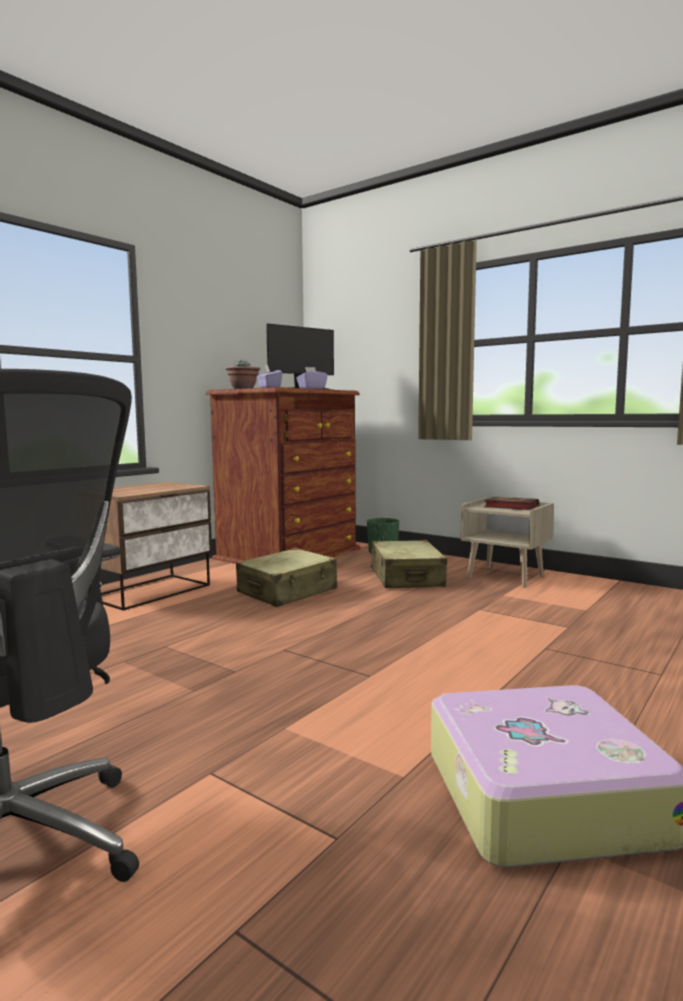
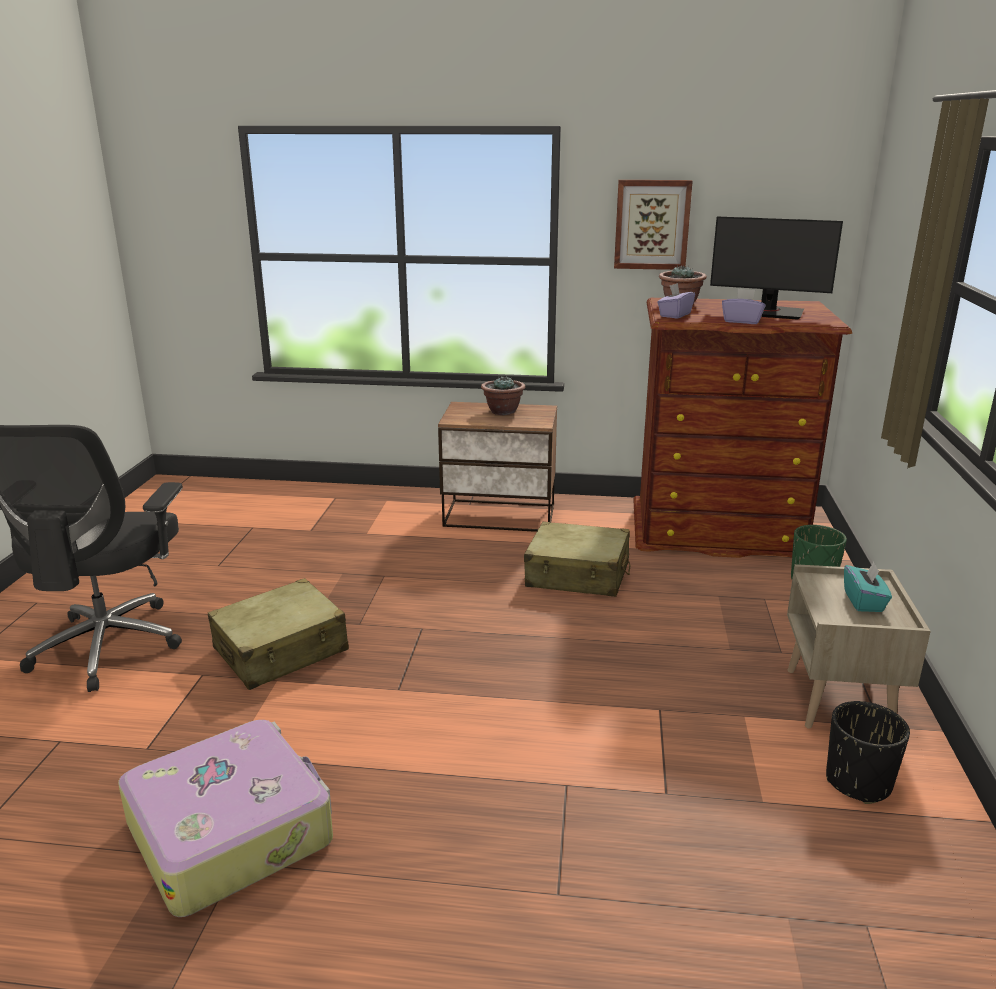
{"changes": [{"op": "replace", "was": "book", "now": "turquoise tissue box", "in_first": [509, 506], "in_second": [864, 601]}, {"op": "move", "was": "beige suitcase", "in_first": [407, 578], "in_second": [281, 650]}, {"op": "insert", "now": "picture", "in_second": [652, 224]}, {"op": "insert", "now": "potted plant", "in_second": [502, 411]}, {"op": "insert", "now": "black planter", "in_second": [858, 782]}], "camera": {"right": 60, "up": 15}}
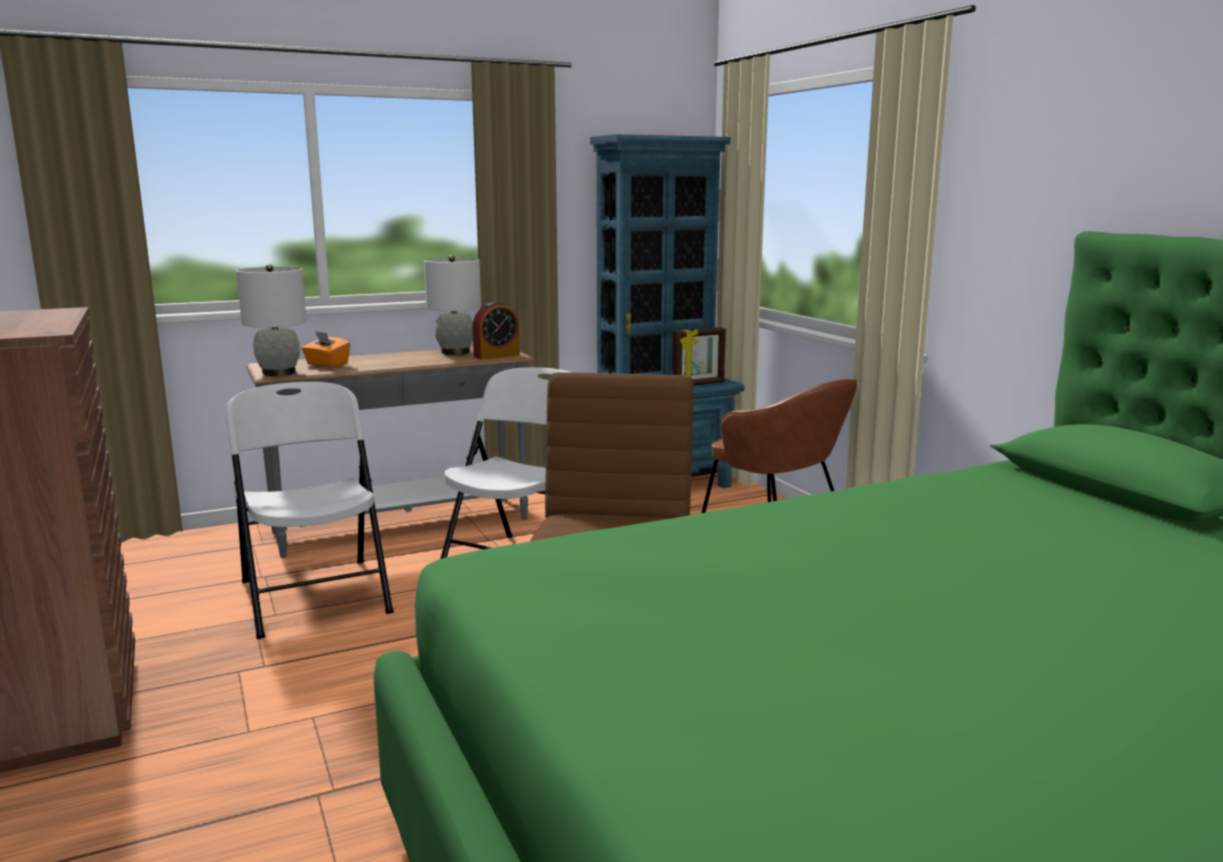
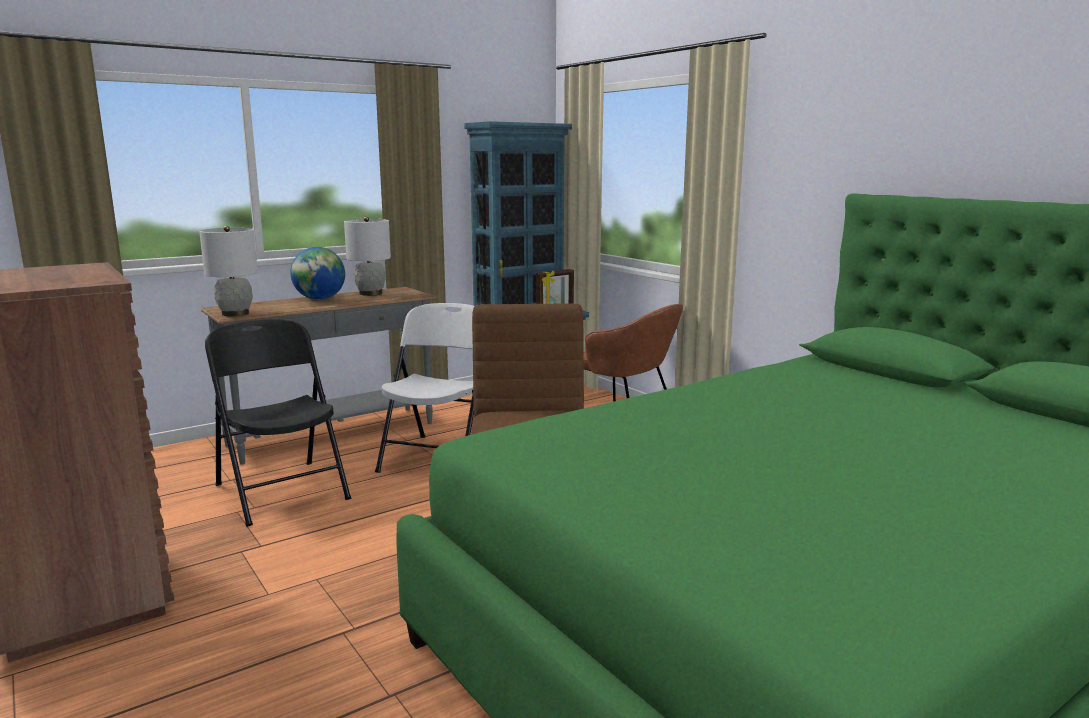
{"changes": [{"op": "delete", "was": "alarm clock", "in_first": [496, 356]}, {"op": "delete", "was": "orange tissue box", "in_first": [326, 364]}, {"op": "recolor", "was": "white chair", "now": "black chair", "in_first": [315, 597], "in_second": [282, 492]}, {"op": "insert", "now": "globe", "in_second": [320, 299]}], "camera": {"right": -10, "up": 0}}
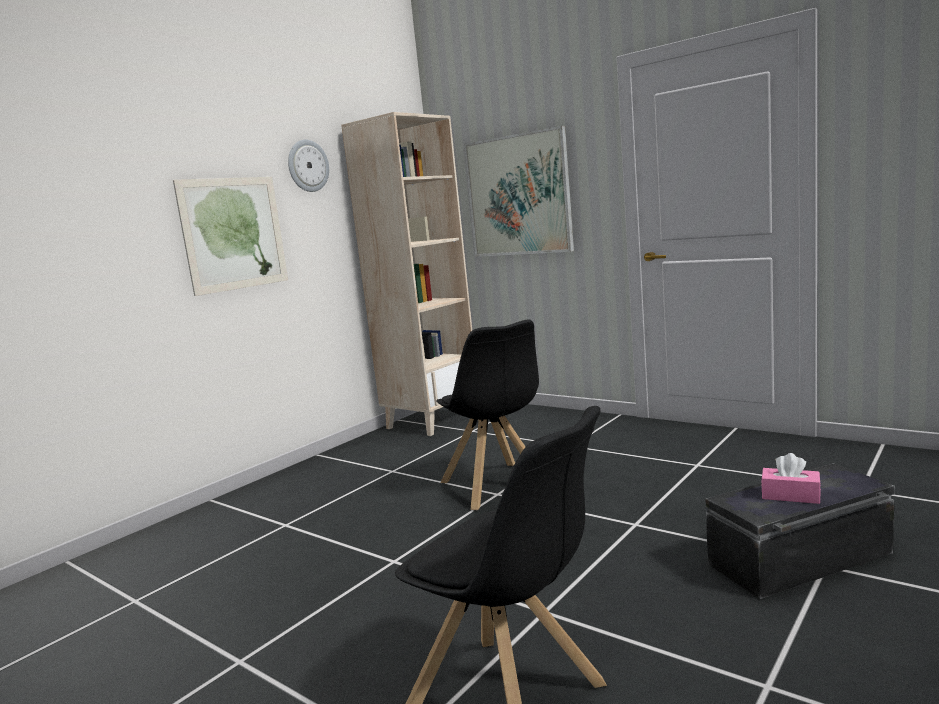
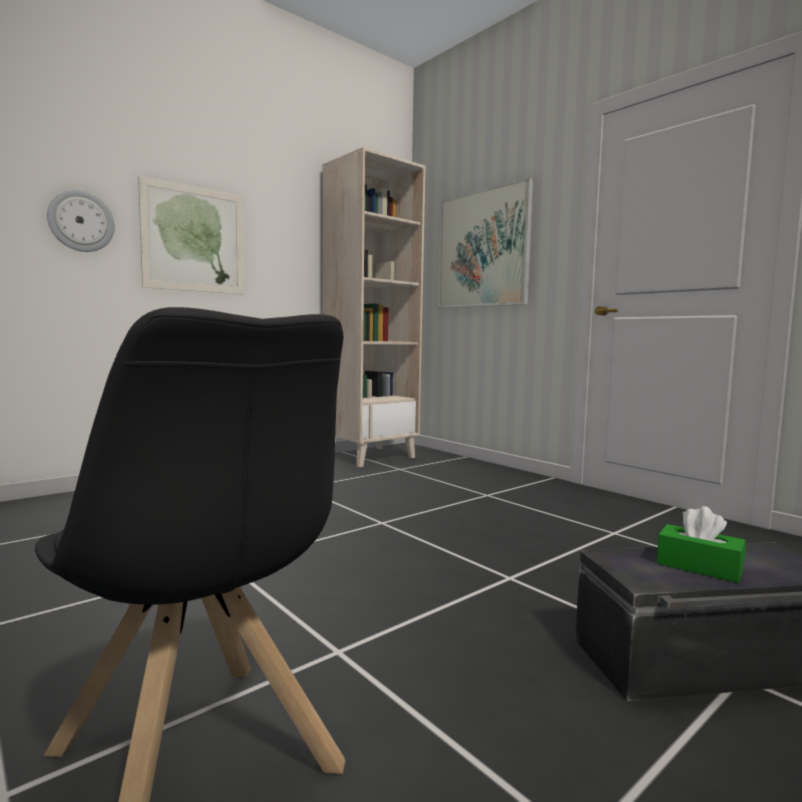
{"changes": [{"op": "move", "was": "wall clock", "in_first": [308, 166], "in_second": [81, 221]}, {"op": "delete", "was": "black chair", "in_first": [497, 487]}, {"op": "recolor", "was": "pink tissue box", "now": "green tissue box", "in_first": [790, 495], "in_second": [699, 566]}], "camera": {"right": 10, "up": -5}}
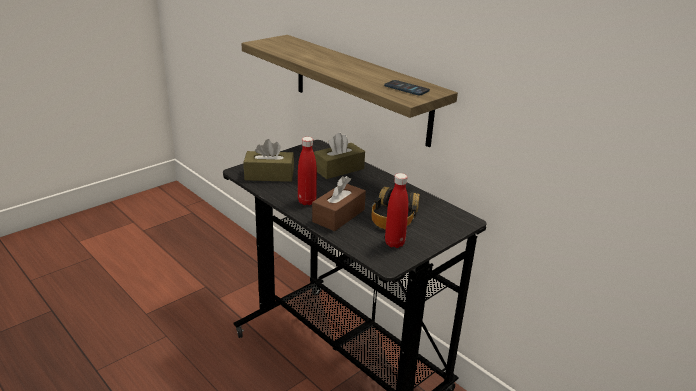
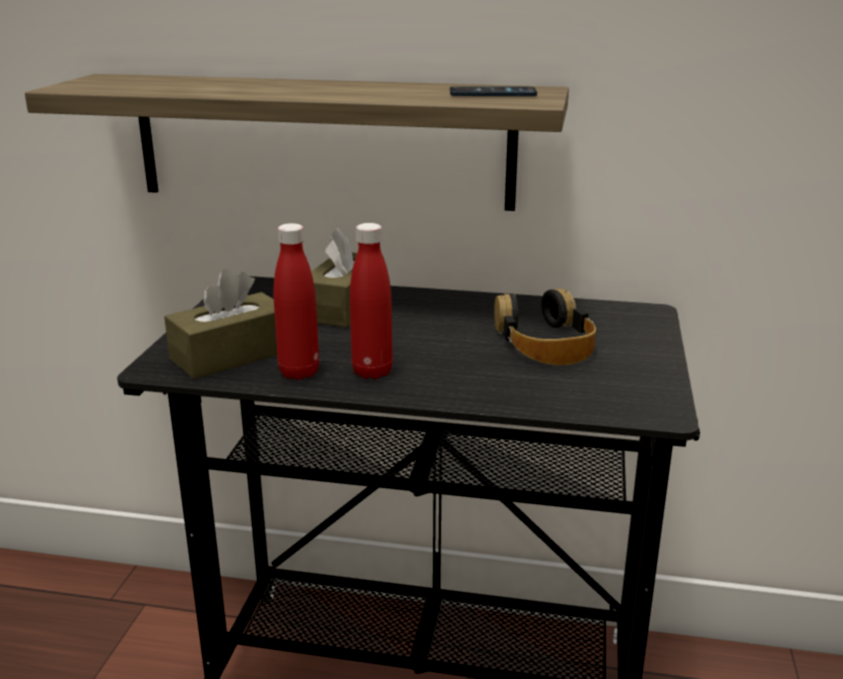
{"changes": [{"op": "move", "was": "red bottle", "in_first": [394, 243], "in_second": [299, 372]}, {"op": "delete", "was": "brown tissue box", "in_first": [338, 216]}], "camera": {"right": -35, "up": -5}}
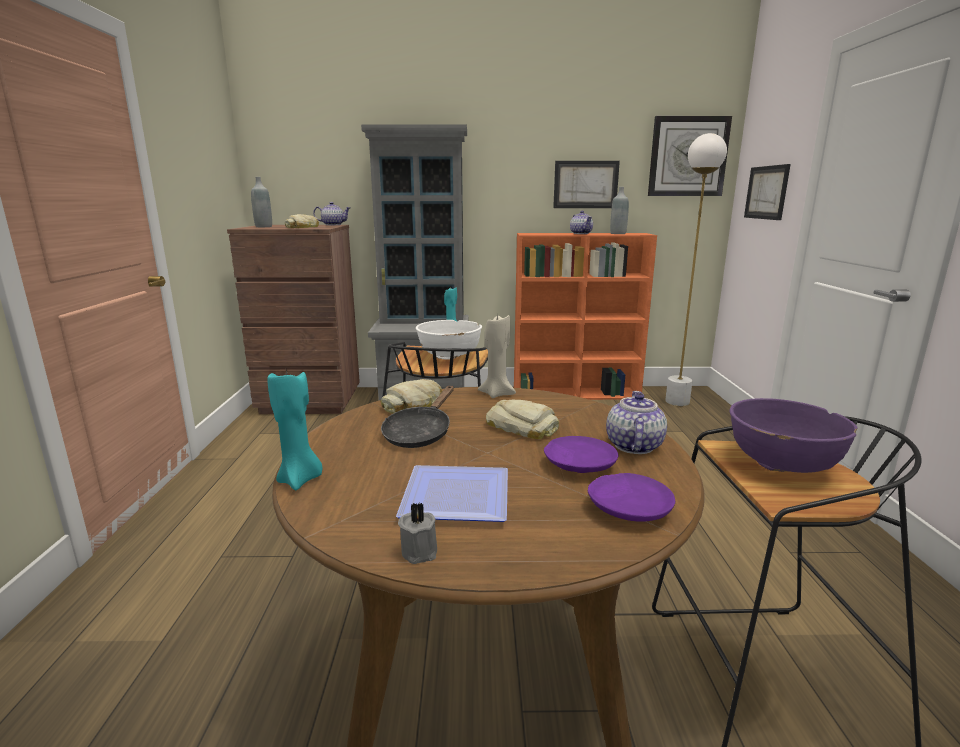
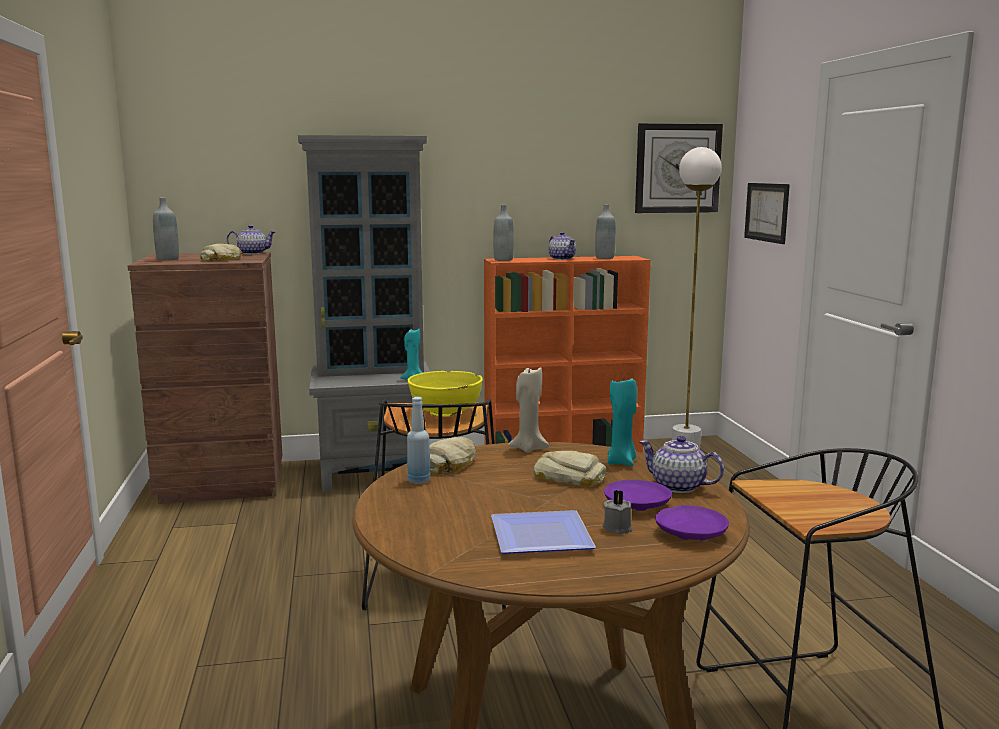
{"changes": [{"op": "delete", "was": "picture", "in_first": [585, 184]}, {"op": "recolor", "was": "white bowl", "now": "yellow bowl", "in_first": [449, 355], "in_second": [445, 412]}, {"op": "move", "was": "turquoise candle", "in_first": [300, 480], "in_second": [622, 462]}, {"op": "delete", "was": "black frying pan", "in_first": [420, 433]}, {"op": "rotate", "was": "teapot", "in_first": [633, 446], "in_second": [679, 486], "clockwise": -60}, {"op": "delete", "was": "purple bowl", "in_first": [782, 463]}, {"op": "move", "was": "grey candle", "in_first": [420, 550], "in_second": [618, 528]}, {"op": "insert", "now": "grey bottle", "in_second": [503, 260]}, {"op": "insert", "now": "blue bottle", "in_second": [418, 480]}], "camera": {"right": -10, "up": -5}}
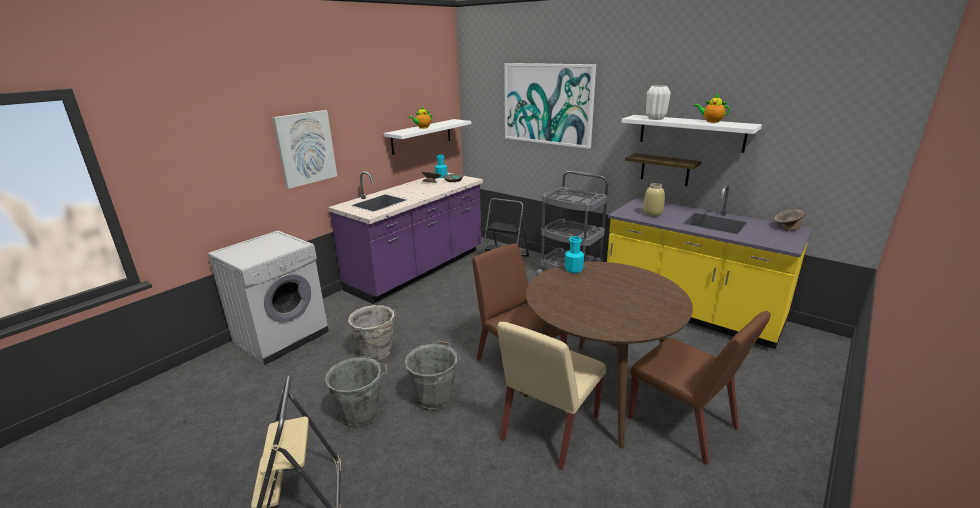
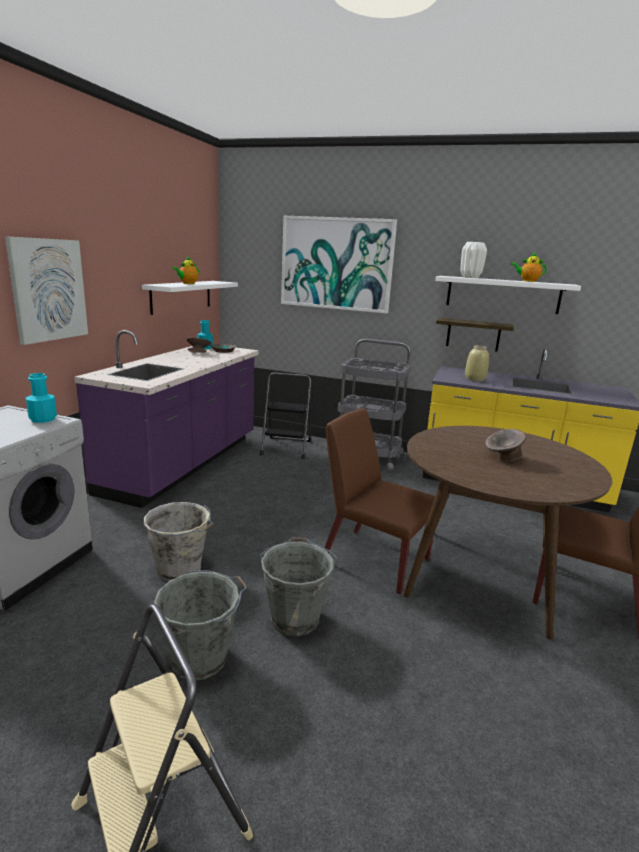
{"changes": [{"op": "move", "was": "grey bowl", "in_first": [786, 228], "in_second": [502, 457]}, {"op": "move", "was": "turquoise bottle", "in_first": [573, 269], "in_second": [43, 419]}, {"op": "delete", "was": "beige chair", "in_first": [549, 428]}], "camera": {"right": -20, "up": -5}}
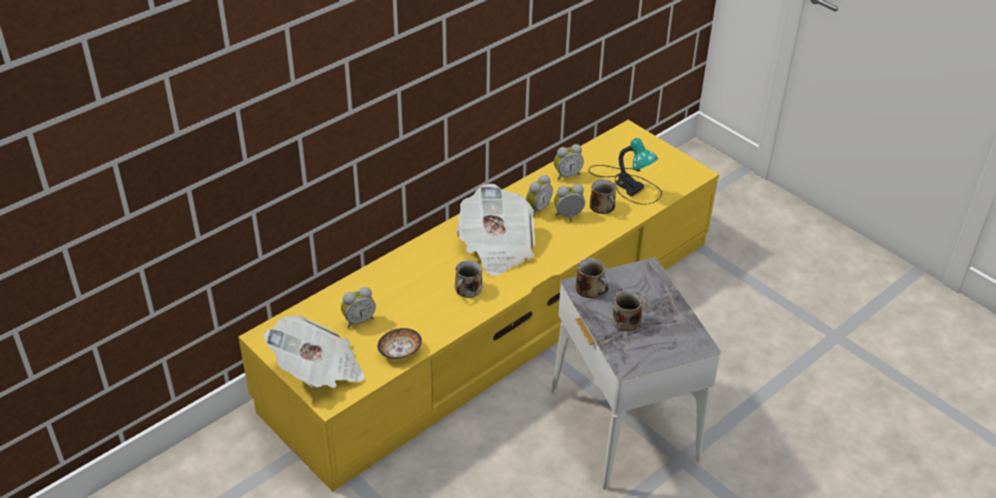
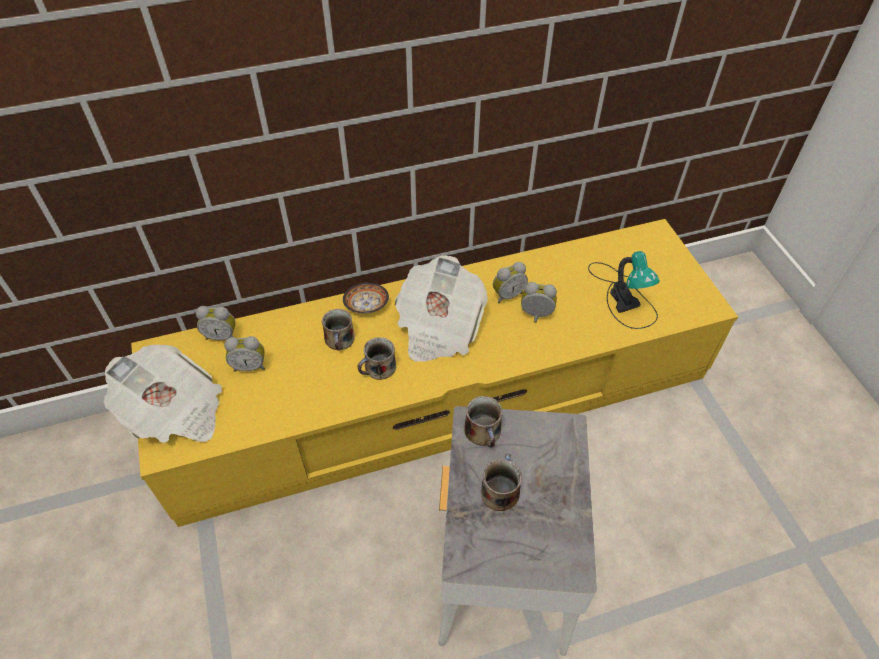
{"changes": [{"op": "move", "was": "alarm clock", "in_first": [567, 175], "in_second": [222, 335]}, {"op": "move", "was": "mug", "in_first": [603, 207], "in_second": [340, 340]}, {"op": "move", "was": "bowl", "in_first": [400, 352], "in_second": [366, 306]}], "camera": {"right": 25, "up": 10}}
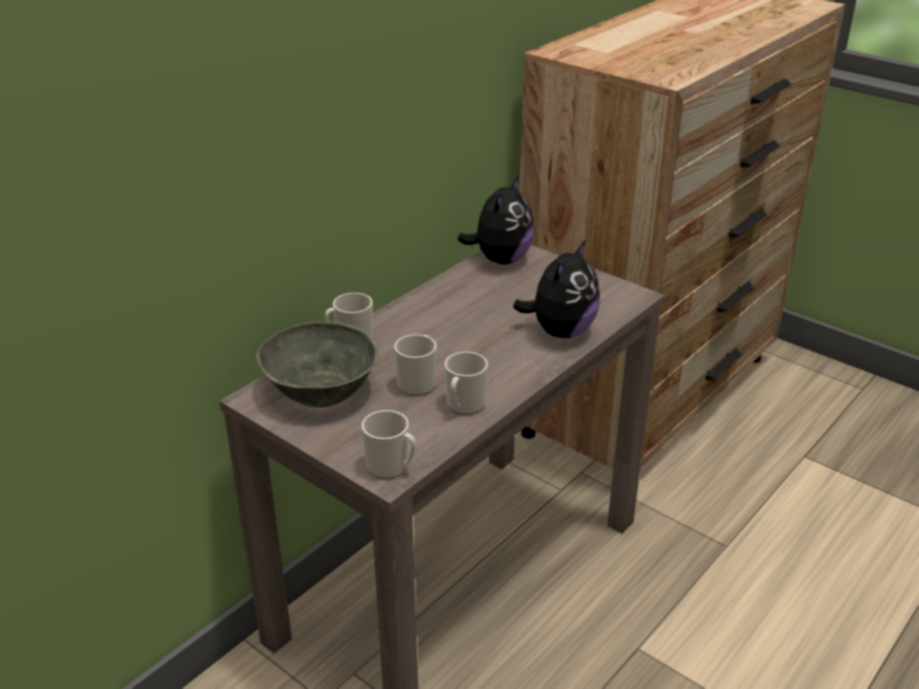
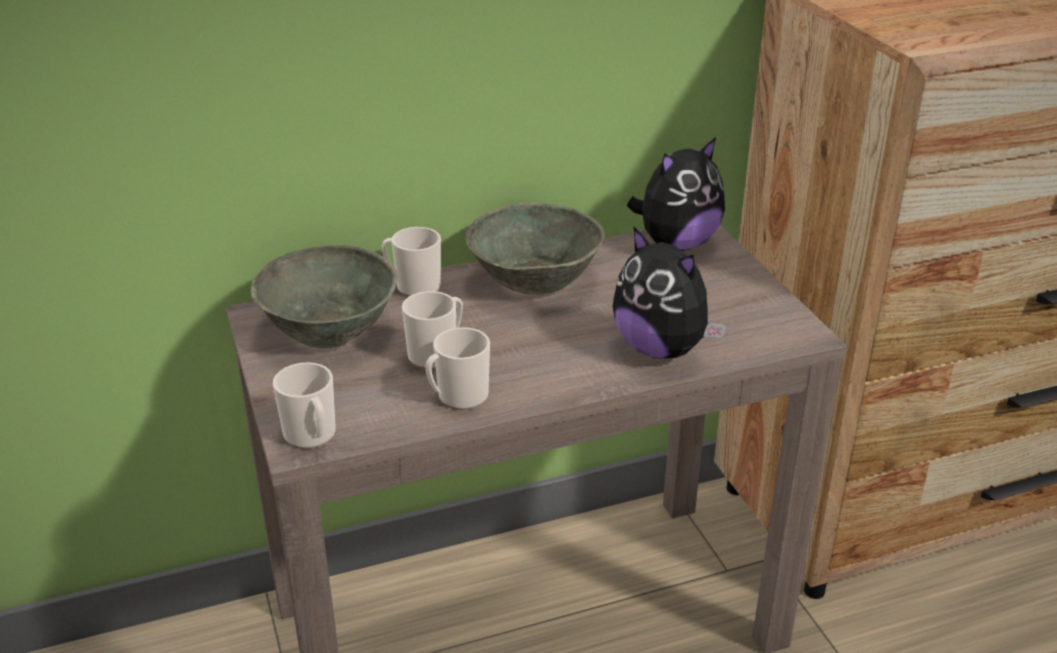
{"changes": [{"op": "rotate", "was": "plush toy", "in_first": [560, 331], "in_second": [661, 349], "clockwise": 75}, {"op": "insert", "now": "grey bowl", "in_second": [536, 280]}], "camera": {"right": 30, "up": 0}}
